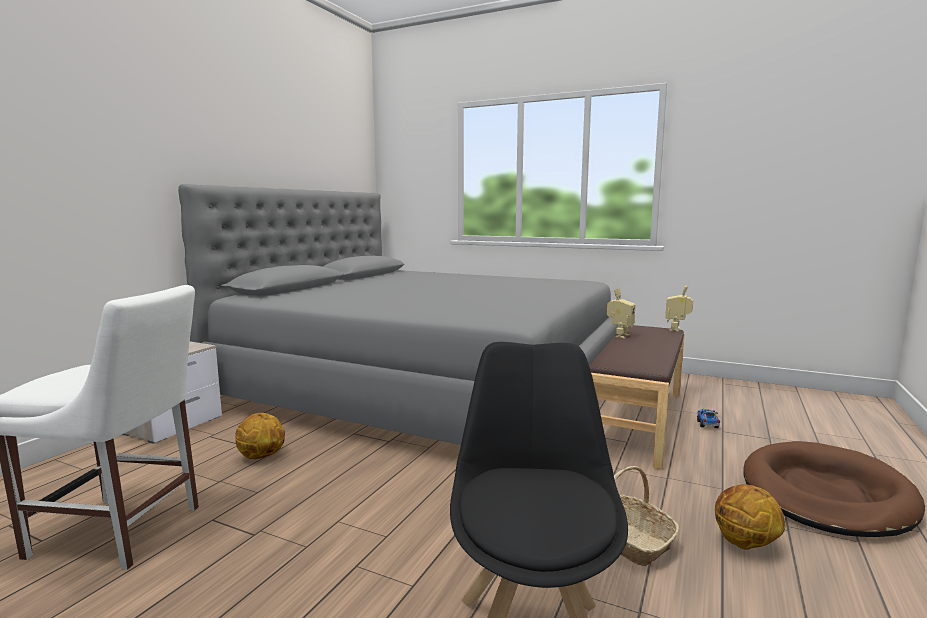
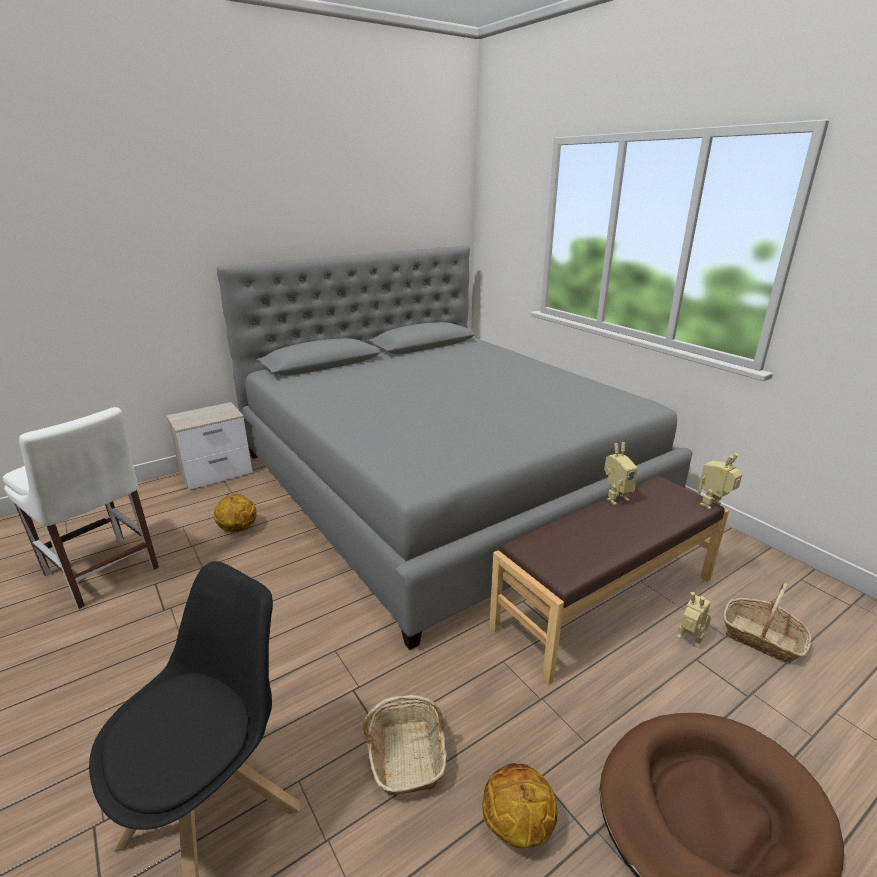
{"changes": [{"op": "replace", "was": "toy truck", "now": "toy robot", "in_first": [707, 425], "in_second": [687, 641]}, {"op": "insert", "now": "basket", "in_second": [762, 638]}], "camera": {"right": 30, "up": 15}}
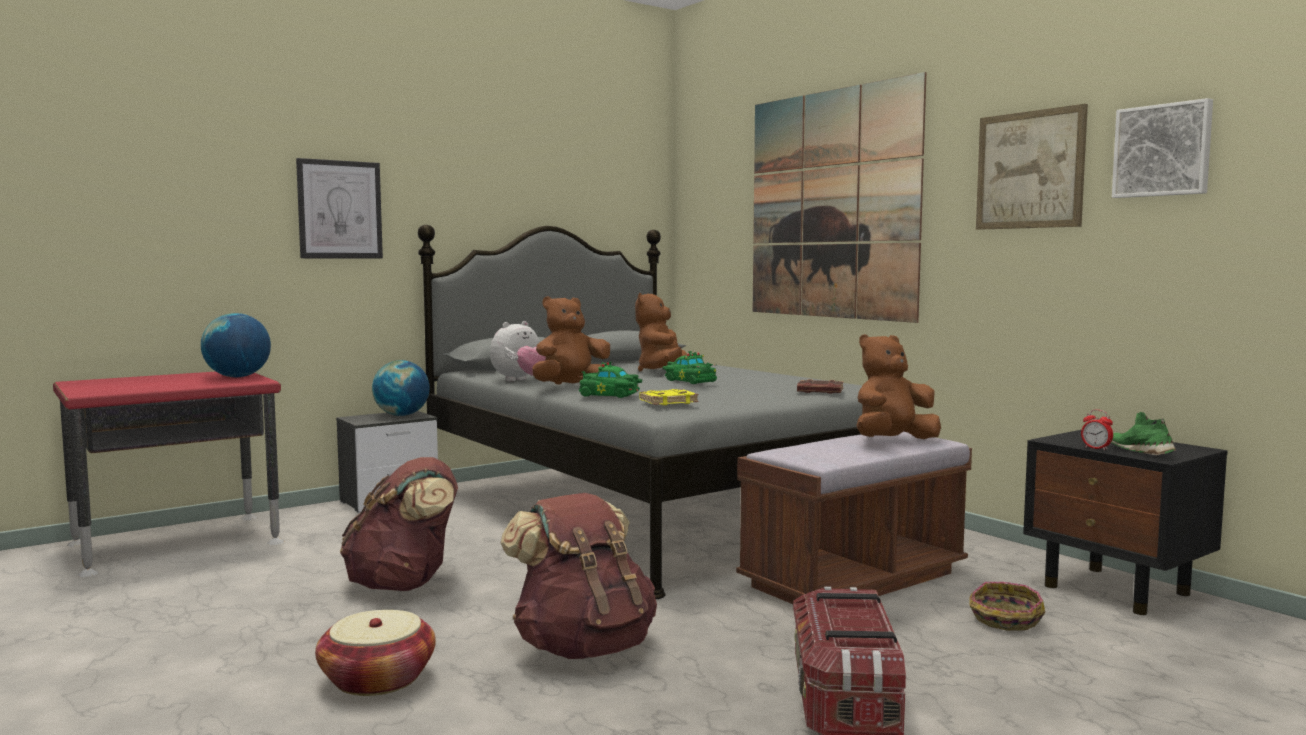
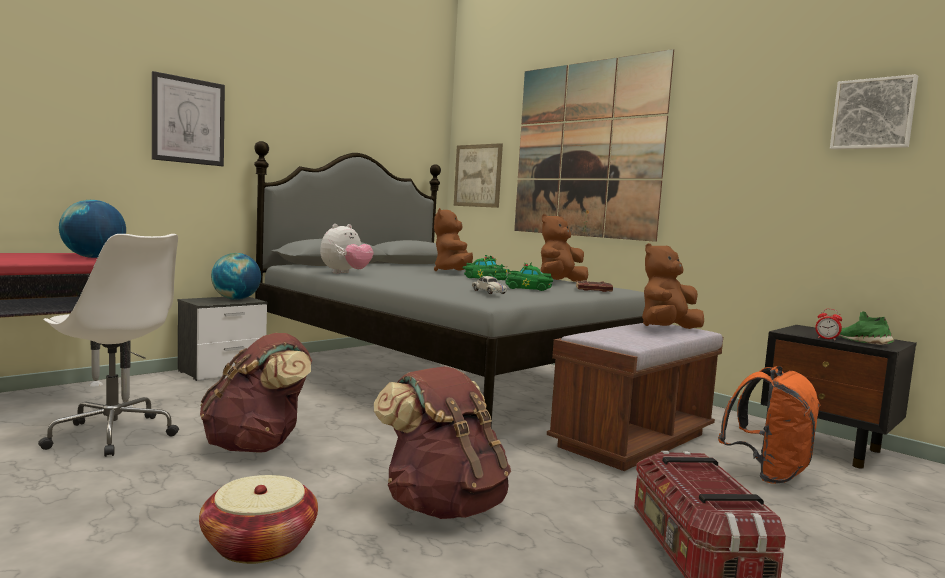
{"changes": [{"op": "move", "was": "picture", "in_first": [1029, 170], "in_second": [478, 175]}, {"op": "move", "was": "brown plush toy", "in_first": [571, 387], "in_second": [559, 282]}, {"op": "move", "was": "green toy car", "in_first": [610, 395], "in_second": [529, 288]}, {"op": "replace", "was": "yellow book", "now": "white toy car", "in_first": [668, 402], "in_second": [489, 292]}, {"op": "replace", "was": "basket", "now": "orange backpack", "in_first": [1005, 620], "in_second": [768, 474]}, {"op": "insert", "now": "white office chair", "in_second": [115, 436]}], "camera": {"right": -10, "up": 0}}
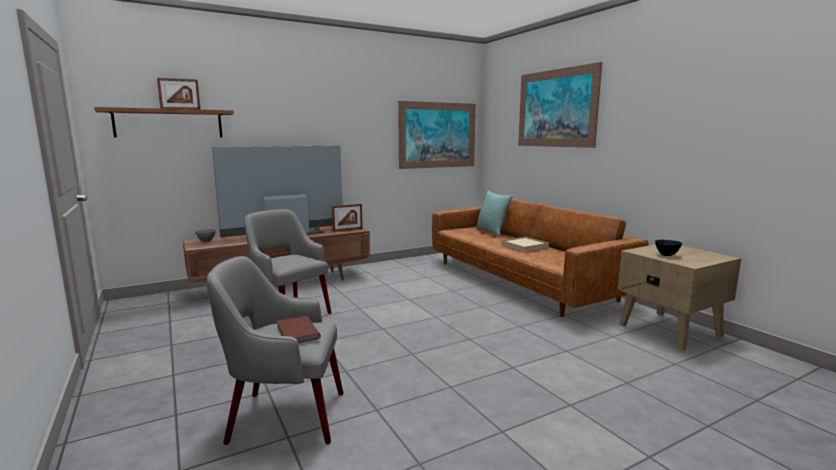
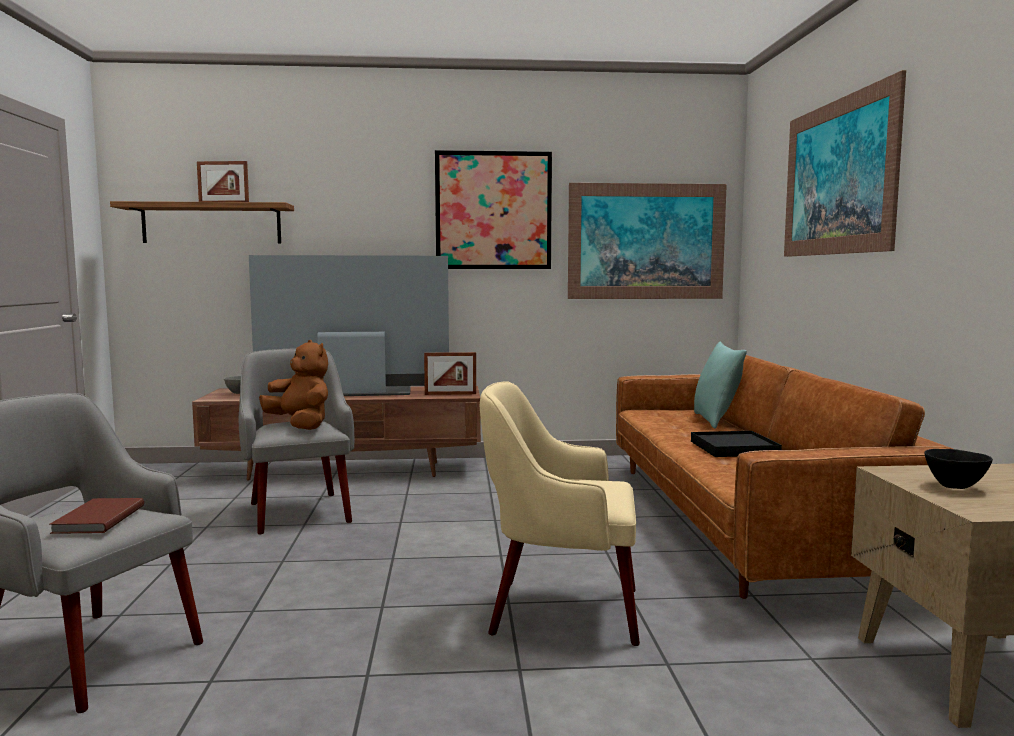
{"changes": [{"op": "recolor", "was": "beige tray", "now": "black tray", "in_first": [524, 246], "in_second": [734, 448]}, {"op": "insert", "now": "picture", "in_second": [493, 211]}, {"op": "insert", "now": "brown plush toy", "in_second": [300, 425]}, {"op": "insert", "now": "beige armchair", "in_second": [560, 611]}], "camera": {"right": 25, "up": -5}}
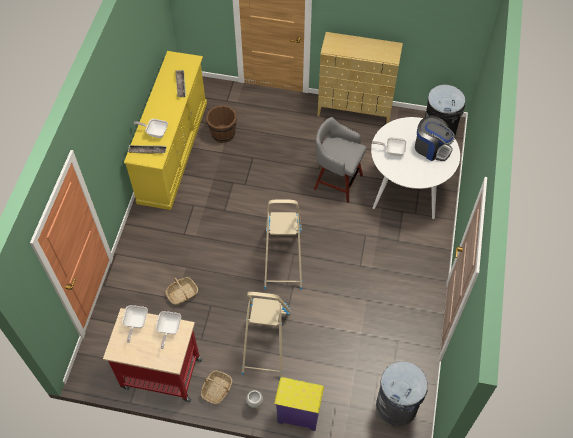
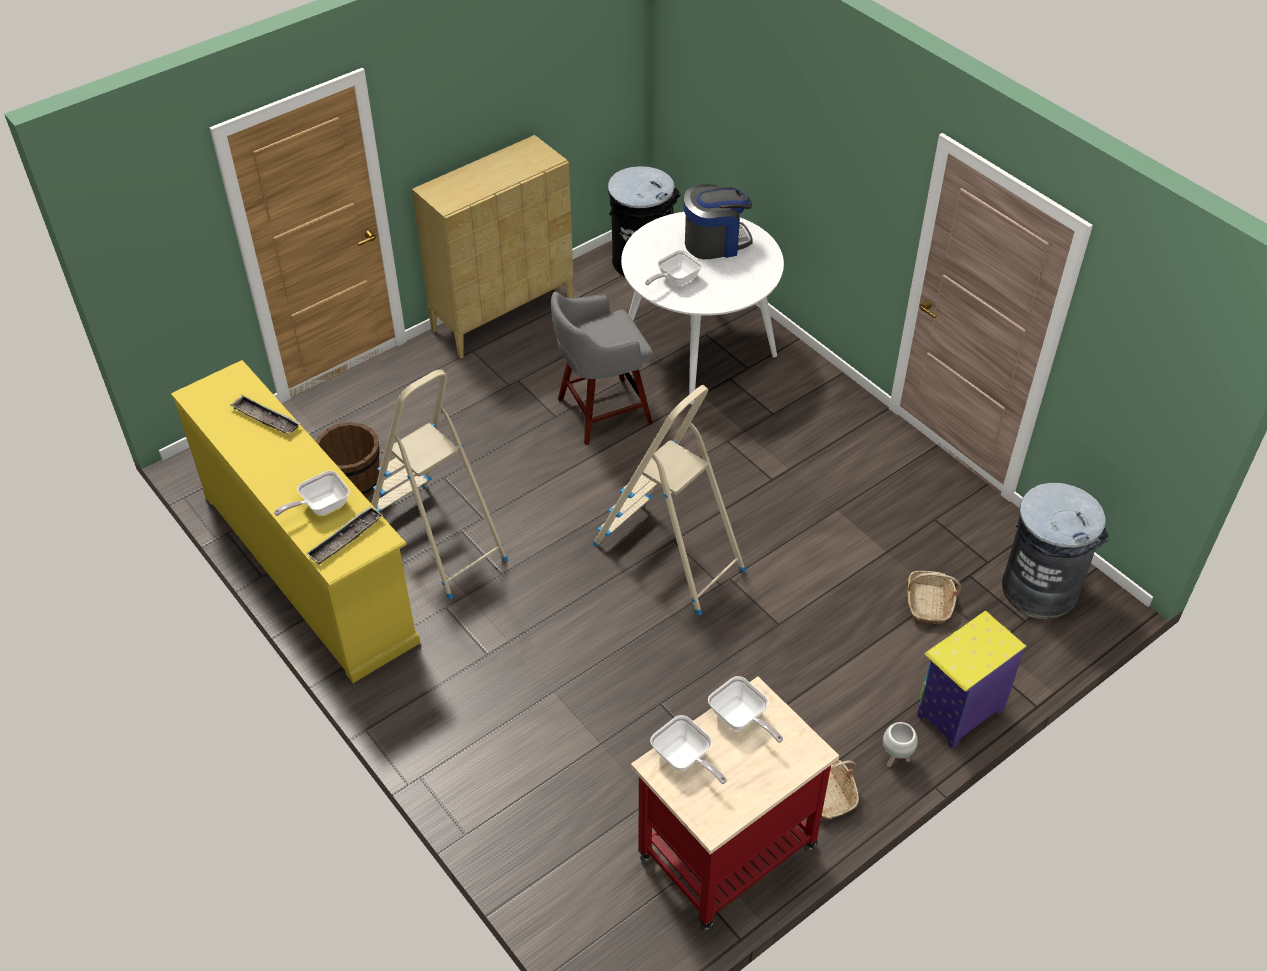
{"changes": [{"op": "move", "was": "basket", "in_first": [182, 294], "in_second": [928, 604]}, {"op": "move", "was": "beige step ladder", "in_first": [267, 341], "in_second": [436, 539]}], "camera": {"right": -50, "up": -10}}
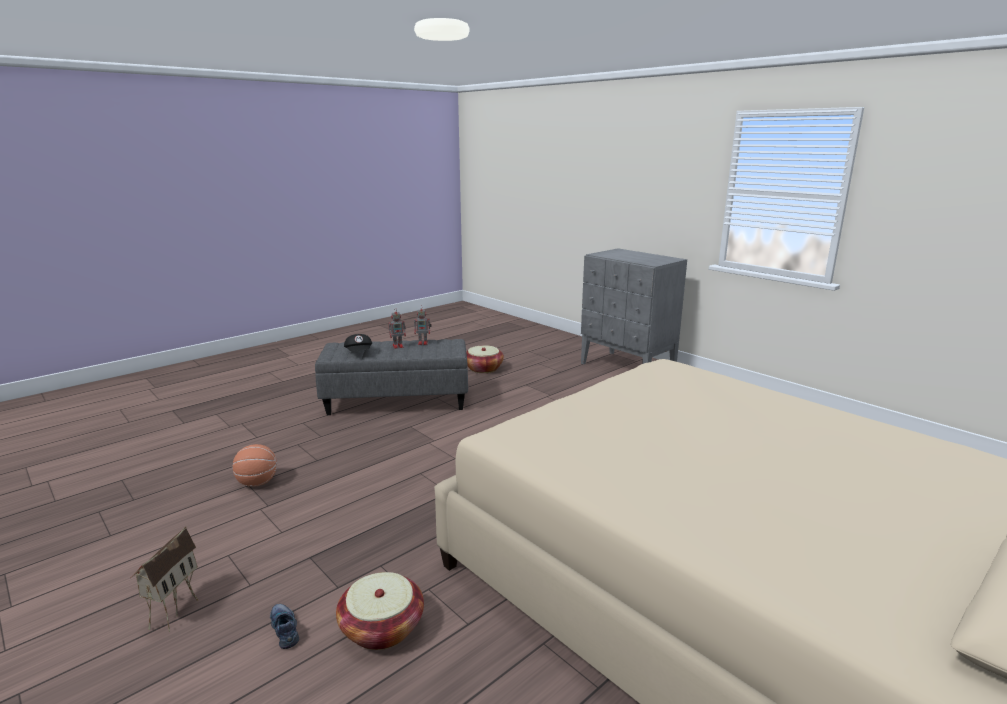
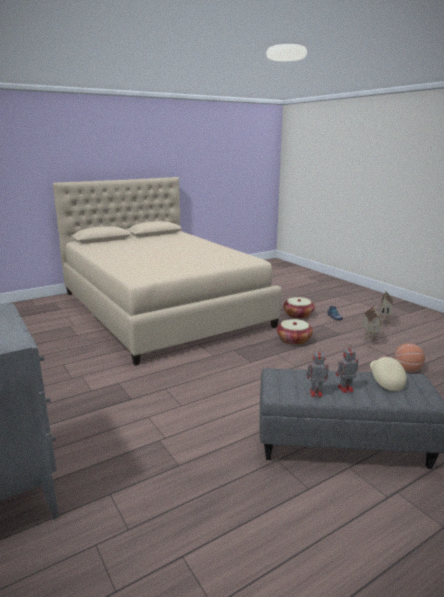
{"changes": [{"op": "recolor", "was": "black cap", "now": "beige cap", "in_first": [359, 352], "in_second": [385, 380]}, {"op": "move", "was": "basket", "in_first": [483, 368], "in_second": [294, 340]}, {"op": "insert", "now": "toy house", "in_second": [369, 342]}], "camera": {"right": -170, "up": 0}}
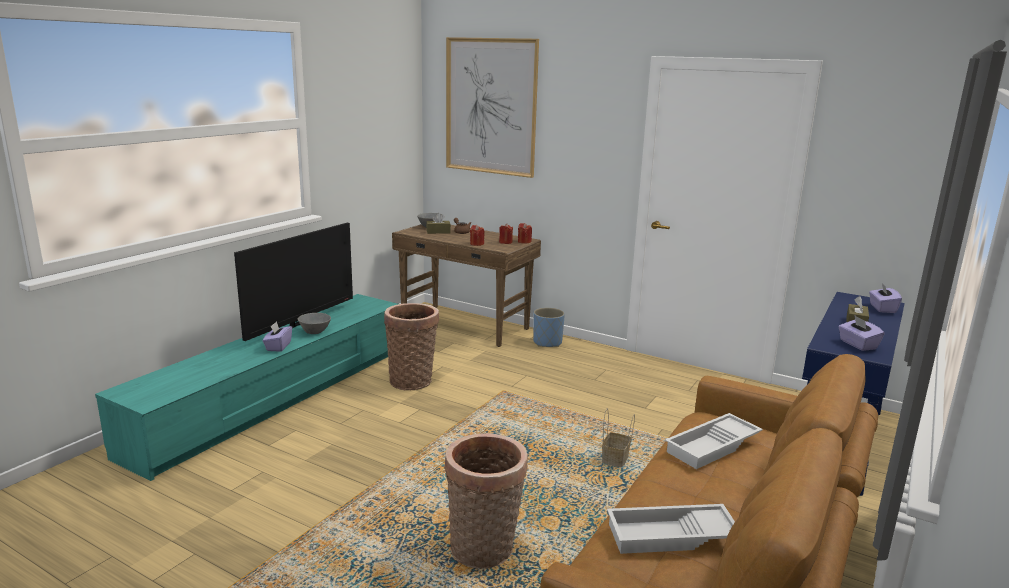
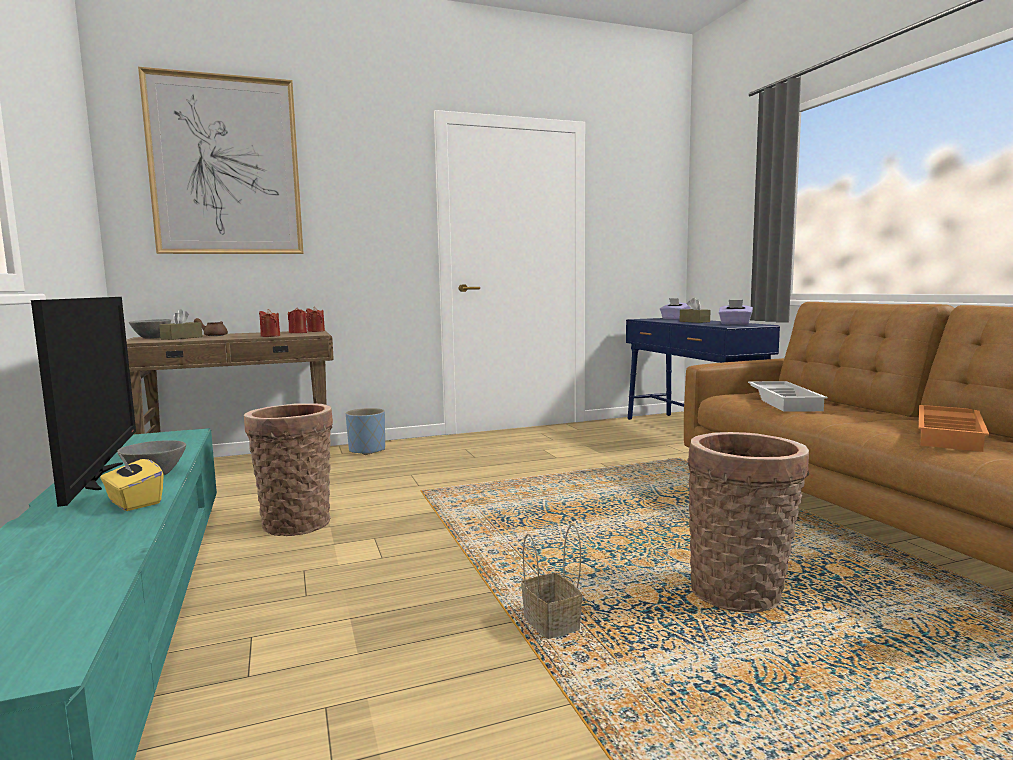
{"changes": [{"op": "recolor", "was": "purple tissue box", "now": "yellow tissue box", "in_first": [278, 346], "in_second": [133, 502]}, {"op": "move", "was": "basket", "in_first": [615, 460], "in_second": [553, 625]}, {"op": "recolor", "was": "white tray", "now": "orange tray", "in_first": [671, 537], "in_second": [951, 435]}], "camera": {"right": -50, "up": -10}}
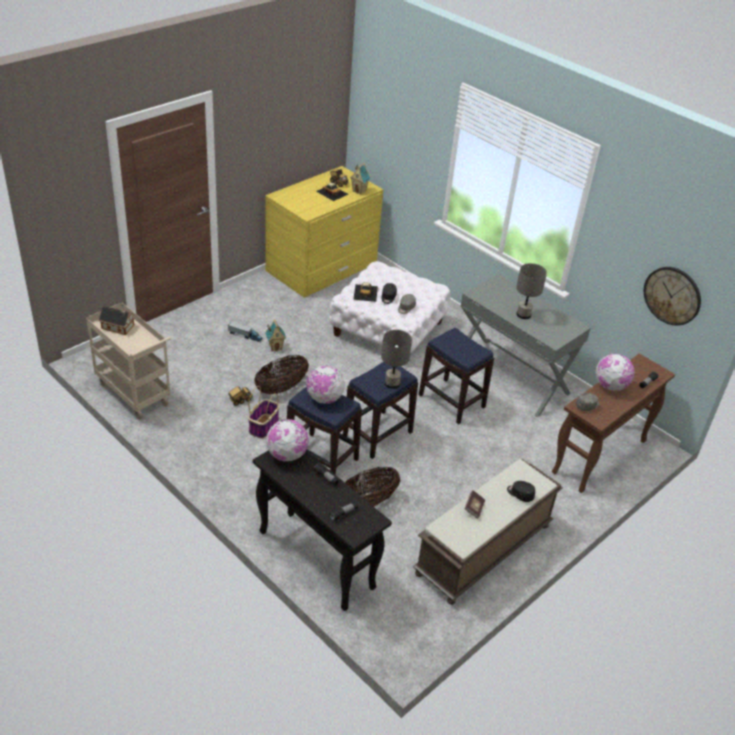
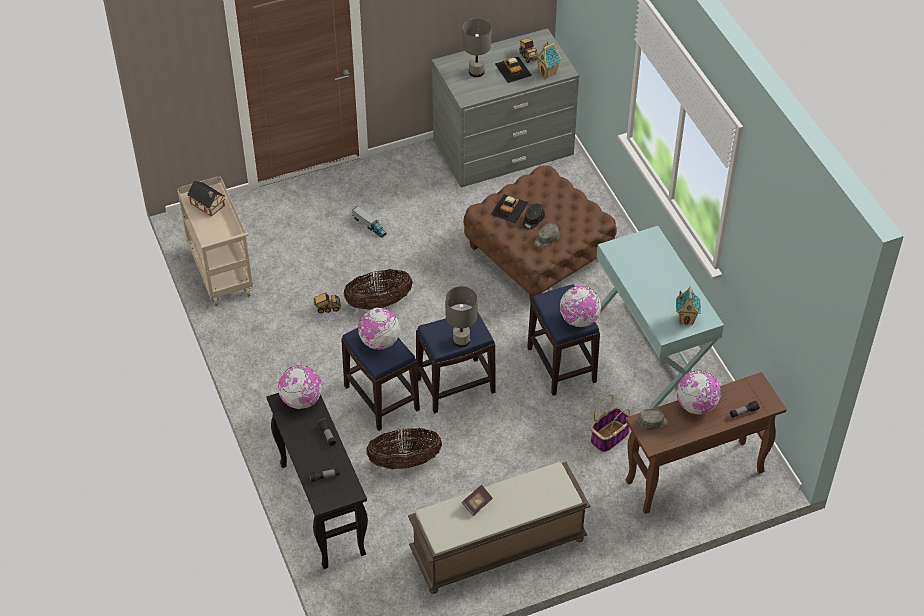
{"changes": [{"op": "recolor", "was": "yellow dresser", "now": "grey dresser", "in_first": [321, 266], "in_second": [503, 146]}, {"op": "recolor", "was": "white ottoman", "now": "brown ottoman", "in_first": [388, 329], "in_second": [539, 252]}, {"op": "move", "was": "grey table lamp", "in_first": [523, 314], "in_second": [476, 71]}, {"op": "delete", "was": "wall clock", "in_first": [672, 295]}, {"op": "recolor", "was": "grey desk", "now": "turquoise desk", "in_first": [511, 376], "in_second": [651, 350]}, {"op": "move", "was": "toy house", "in_first": [275, 347], "in_second": [686, 318]}, {"op": "move", "was": "basket", "in_first": [264, 426], "in_second": [609, 436]}, {"op": "delete", "was": "black cap", "in_first": [520, 494]}, {"op": "insert", "now": "globe", "in_second": [579, 320]}], "camera": {"right": 25, "up": 10}}
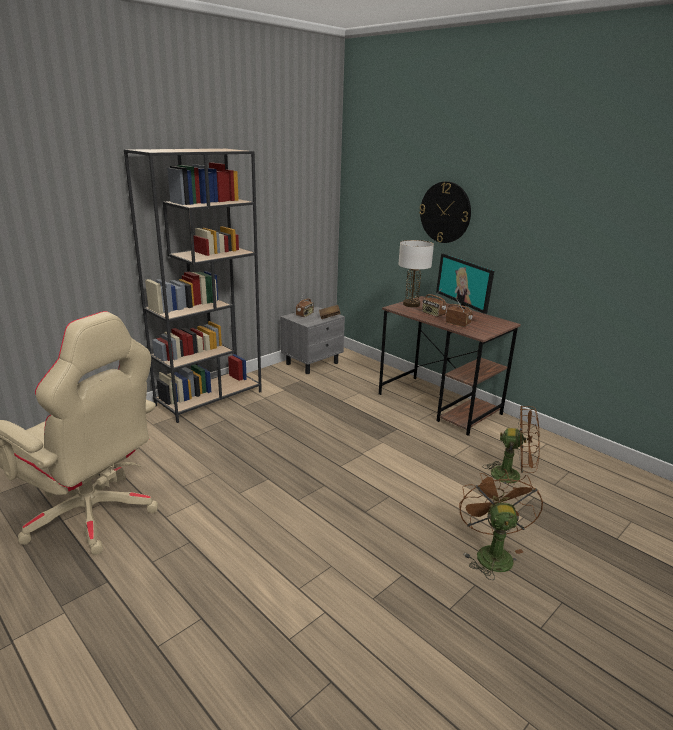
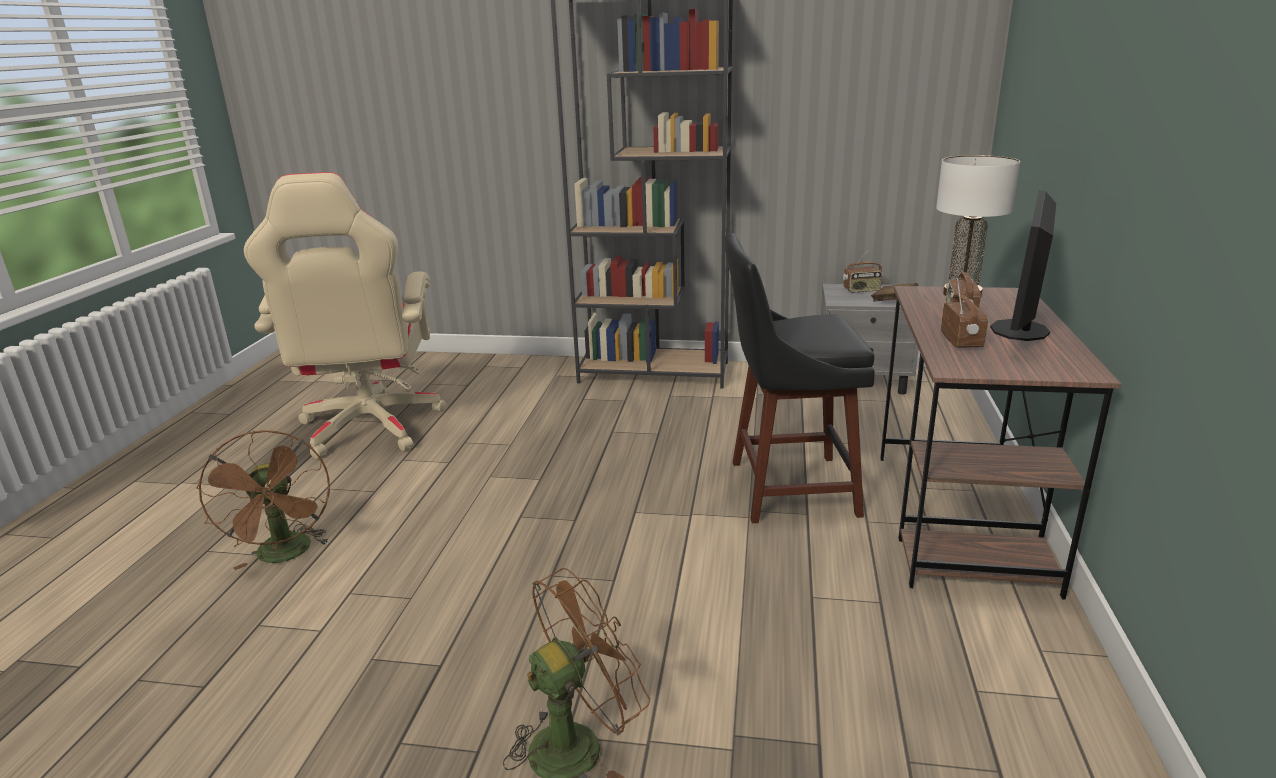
{"changes": [{"op": "delete", "was": "wall clock", "in_first": [445, 212]}, {"op": "move", "was": "brown fan", "in_first": [512, 476], "in_second": [286, 555]}, {"op": "insert", "now": "black chair", "in_second": [785, 488]}], "camera": {"right": 55, "up": 0}}
